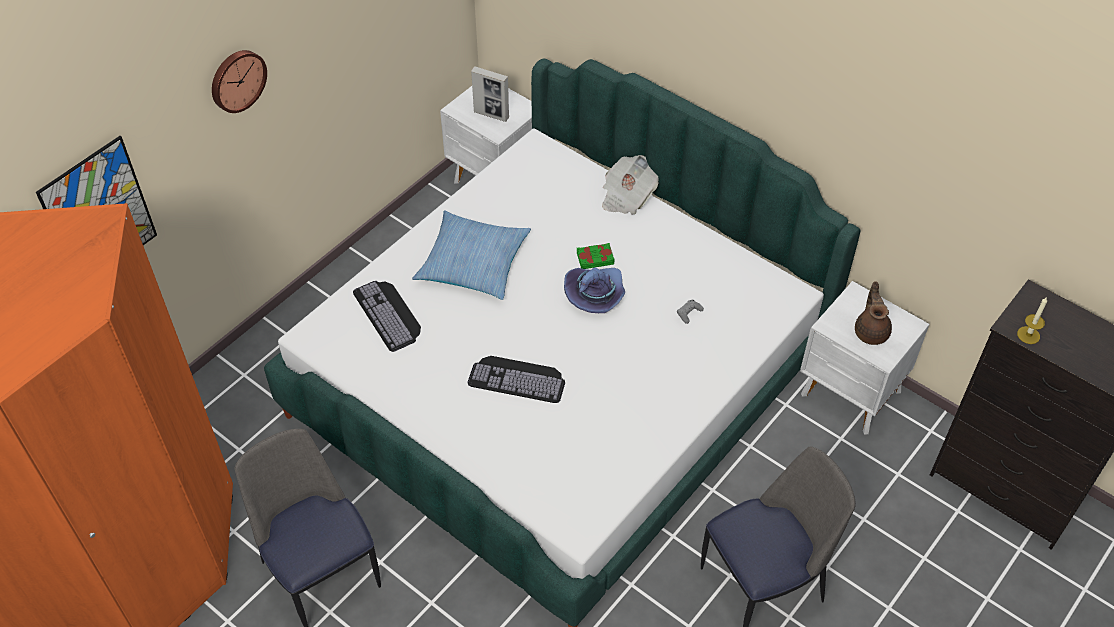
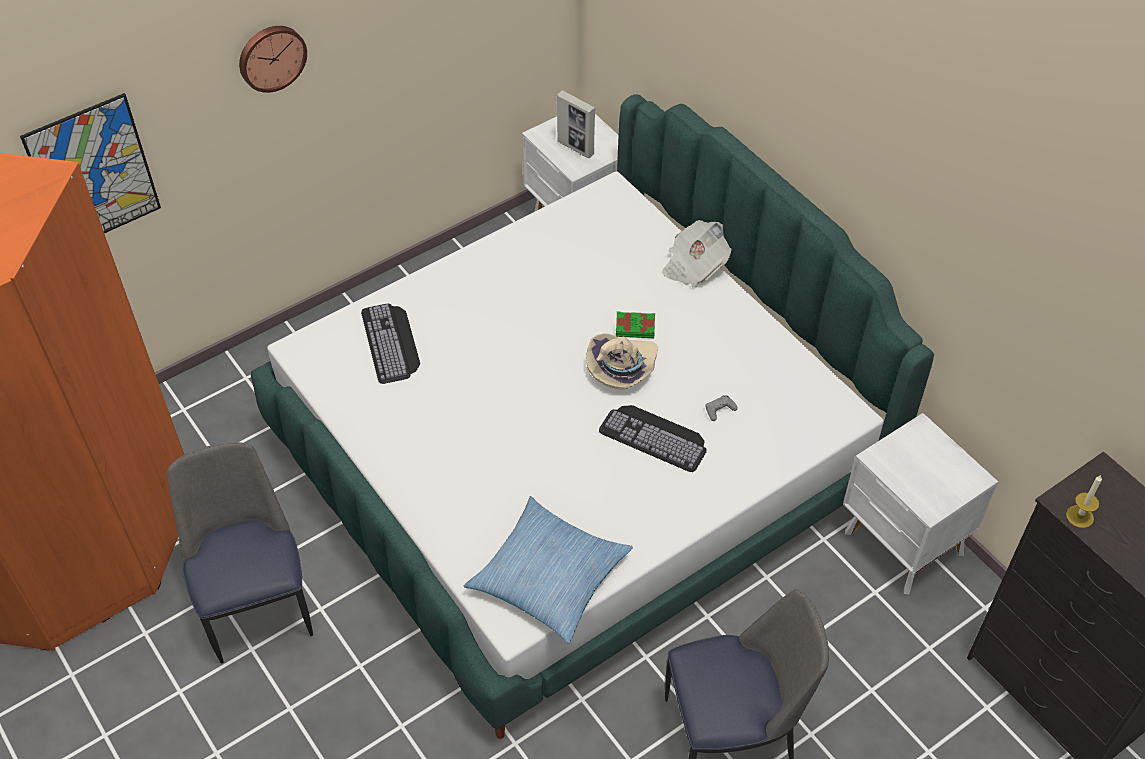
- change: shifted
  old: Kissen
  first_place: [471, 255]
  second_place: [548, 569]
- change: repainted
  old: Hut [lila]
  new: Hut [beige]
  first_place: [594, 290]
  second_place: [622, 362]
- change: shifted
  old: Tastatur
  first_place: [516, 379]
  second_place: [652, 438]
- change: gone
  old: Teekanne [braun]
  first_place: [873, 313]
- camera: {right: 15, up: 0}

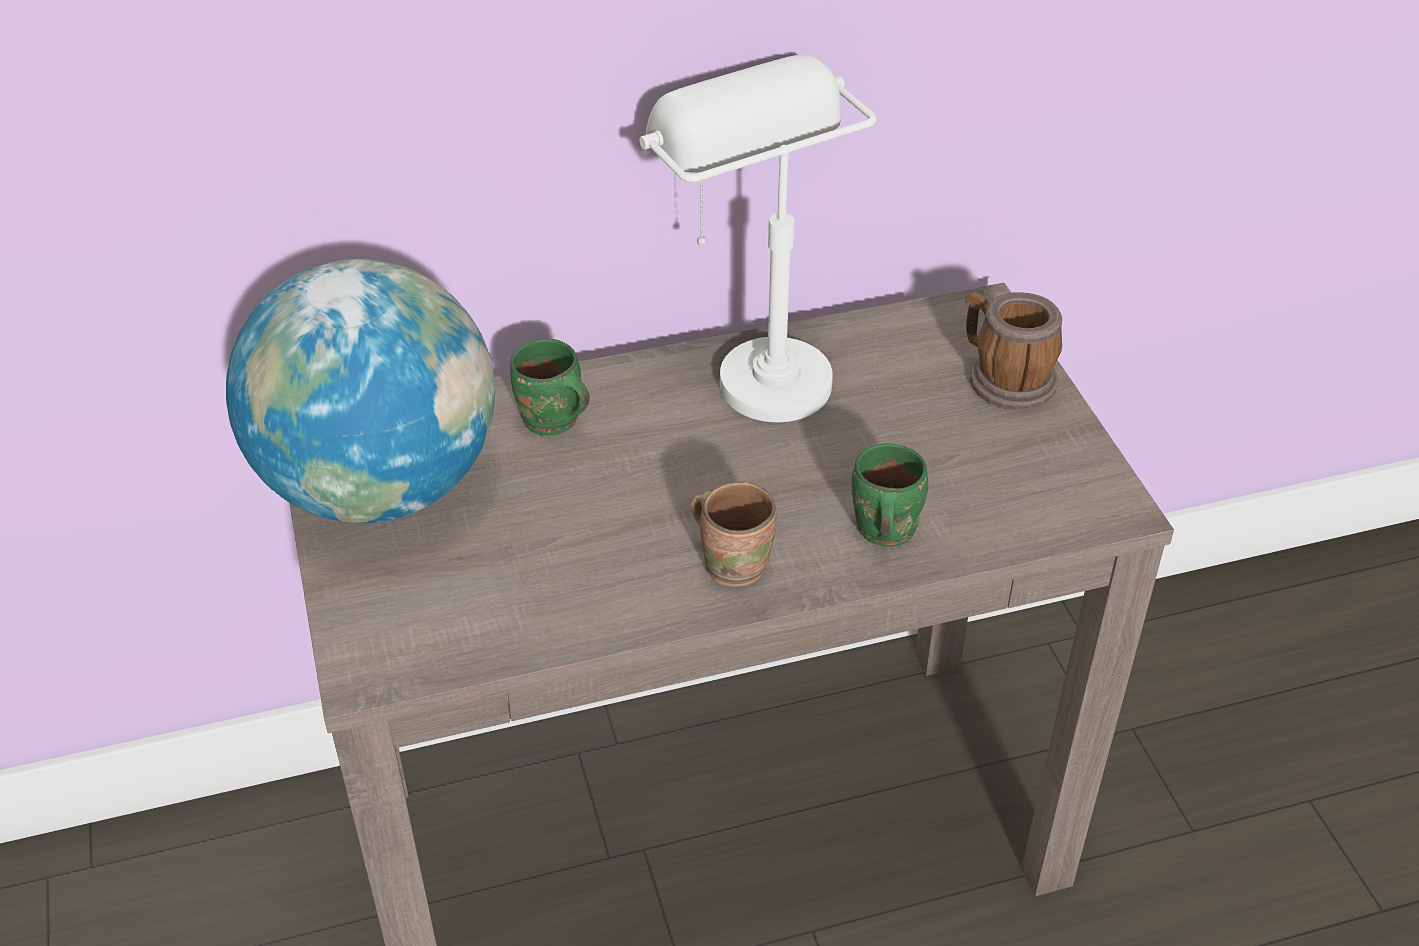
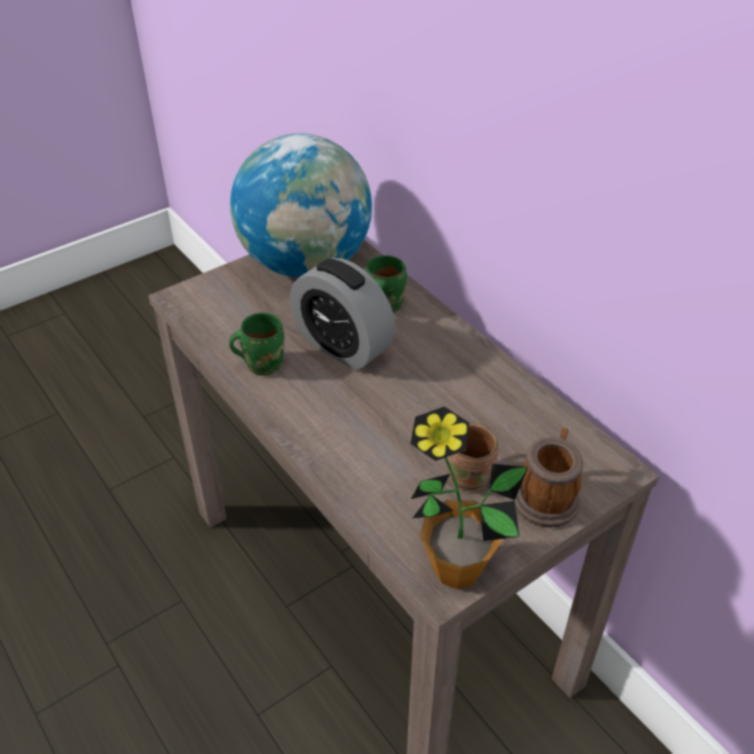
- change: shifted
  old: Henkelbecher [grün]
  first_place: [889, 495]
  second_place: [257, 344]
- change: new
  new: Wecker
  second_place: [343, 314]
- change: new
  new: Topfpflanze
  second_place: [469, 498]
- change: shifted
  old: Henkelbecher [braun]
  first_place: [733, 534]
  second_place: [472, 457]
- change: gone
  old: Tischlampe [weiß]
  first_place: [758, 238]
- camera: {right: 70, up: 0}

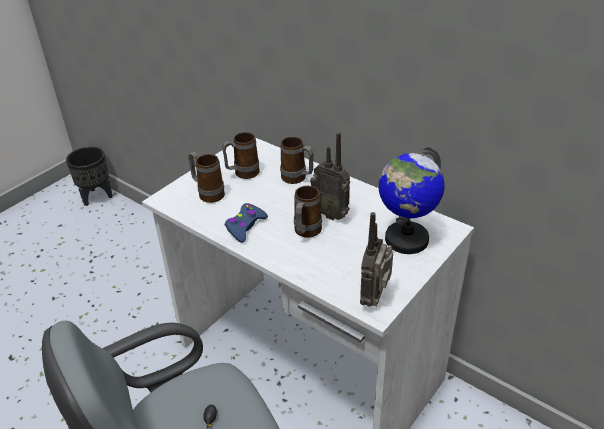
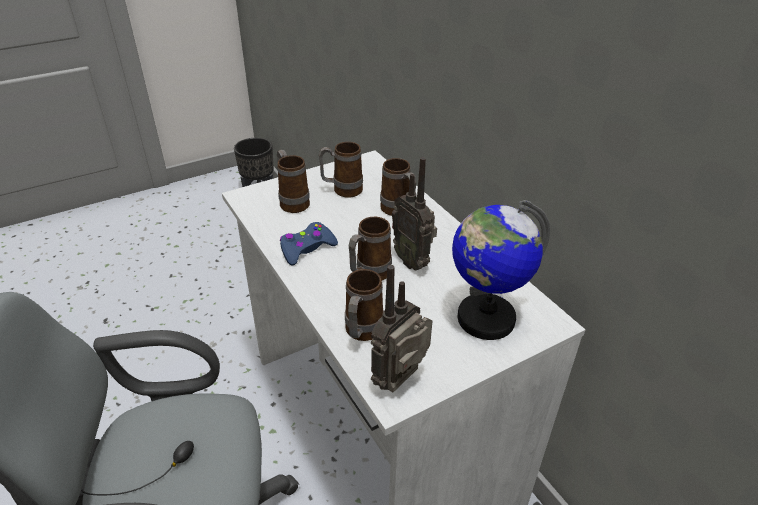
- change: new
  new: Henkelbecher
  second_place: [364, 305]
- camera: {right: 20, up: 0}

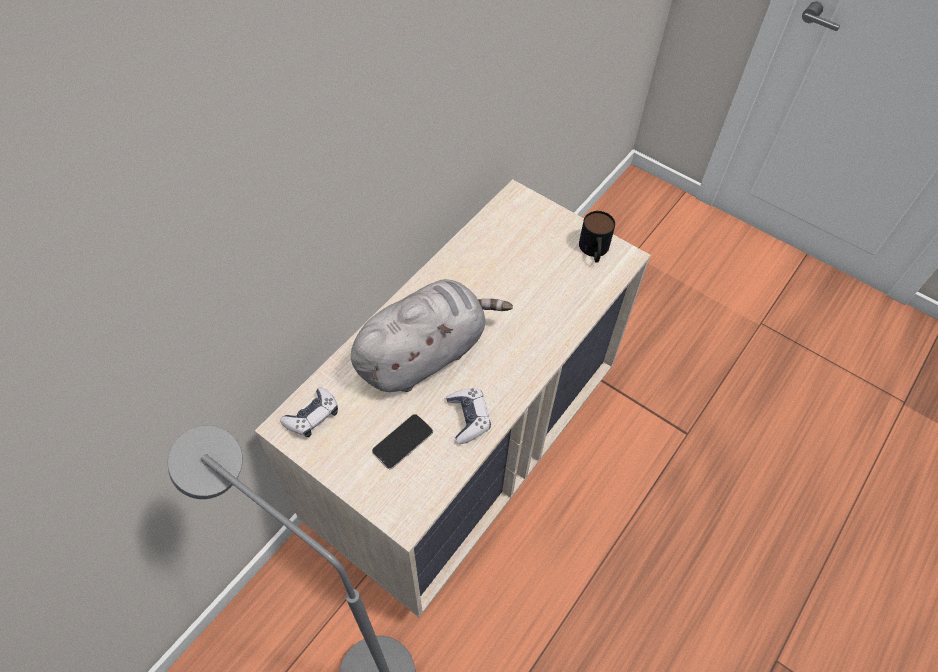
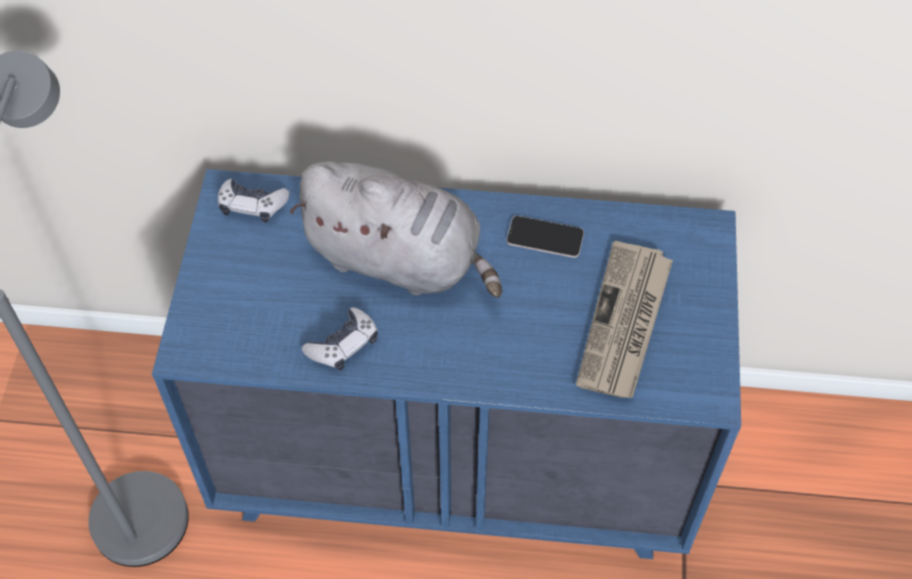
- change: repainted
  old: Kommode [beige]
  new: Kommode [blau]
  first_place: [453, 398]
  second_place: [446, 364]
- change: shifted
  old: Handy
  first_place: [402, 441]
  second_place: [545, 237]
- change: new
  new: Zeitung
  second_place: [624, 319]
- change: gone
  old: Henkelbecher
  first_place: [597, 236]
- camera: {right: 60, up: 0}

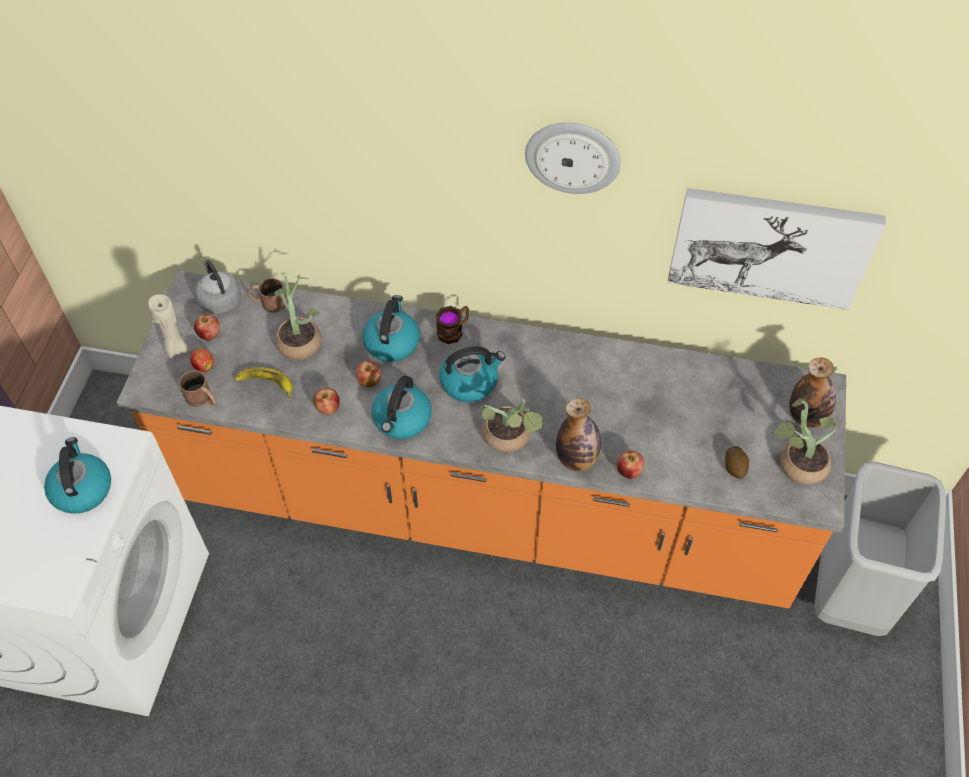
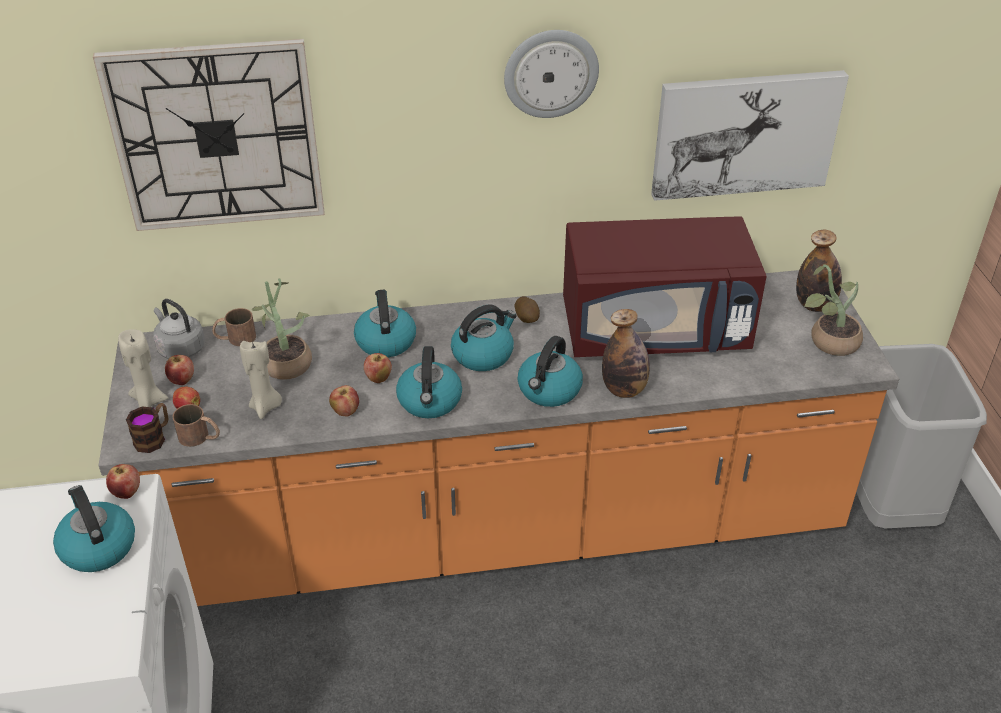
- change: new
  new: Wanduhr
  second_place: [209, 135]
- change: shifted
  old: Apfel
  first_place: [630, 465]
  second_place: [123, 481]
- change: shifted
  old: Henkelbecher
  first_place: [452, 325]
  second_place: [147, 428]
- change: swapped
  old: Banane
  new: Kerze [beige]
  first_place: [263, 382]
  second_place: [261, 380]
- change: shifted
  old: Kartoffel
  first_place: [737, 462]
  second_place: [527, 309]
- change: swapped
  old: Topfpflanze
  new: Wasserkessel
  first_place: [512, 426]
  second_place: [550, 371]
- change: new
  new: Mikrowelle [rot]
  second_place: [665, 286]
- camera: {right: -20, up: -15}

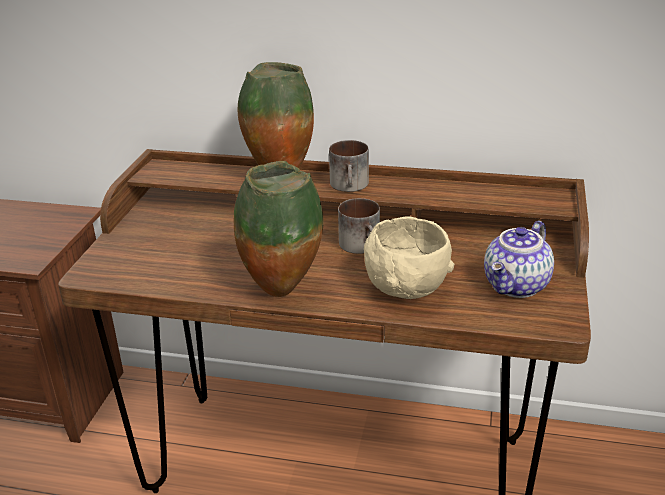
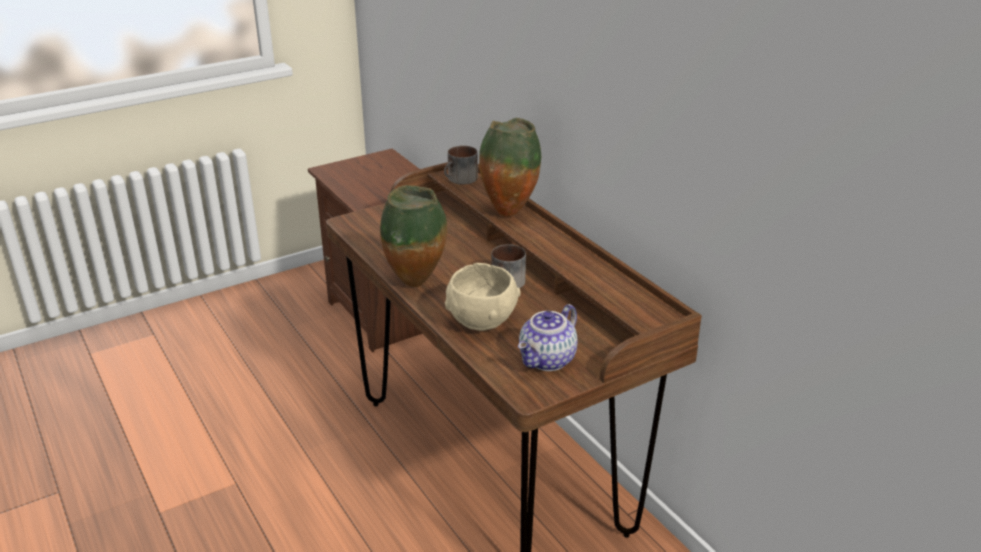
- change: shifted
  old: Henkelbecher
  first_place: [349, 166]
  second_place: [461, 165]
- change: rotated
  old: Teekanne
  first_place: [519, 259]
  second_place: [548, 337]
  degrees: -45
- camera: {right: 45, up: 0}

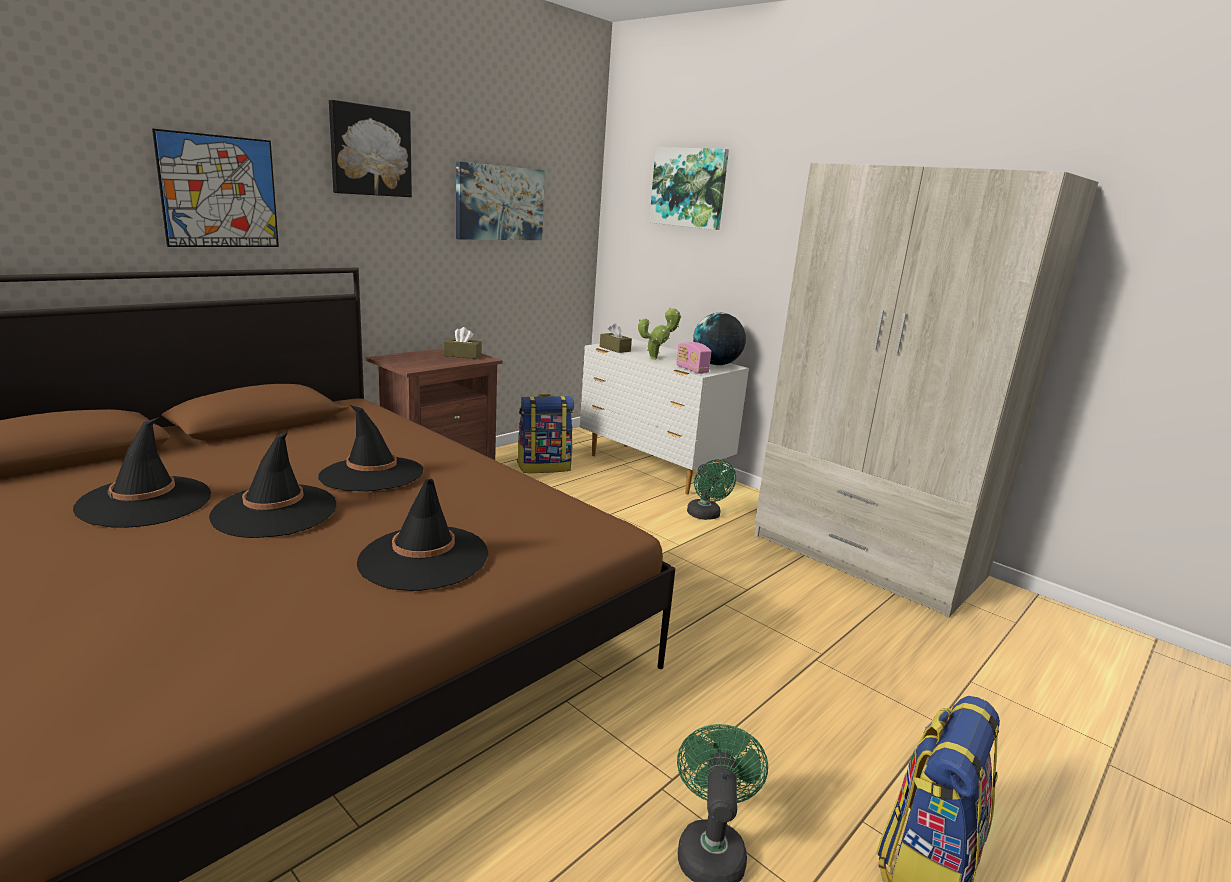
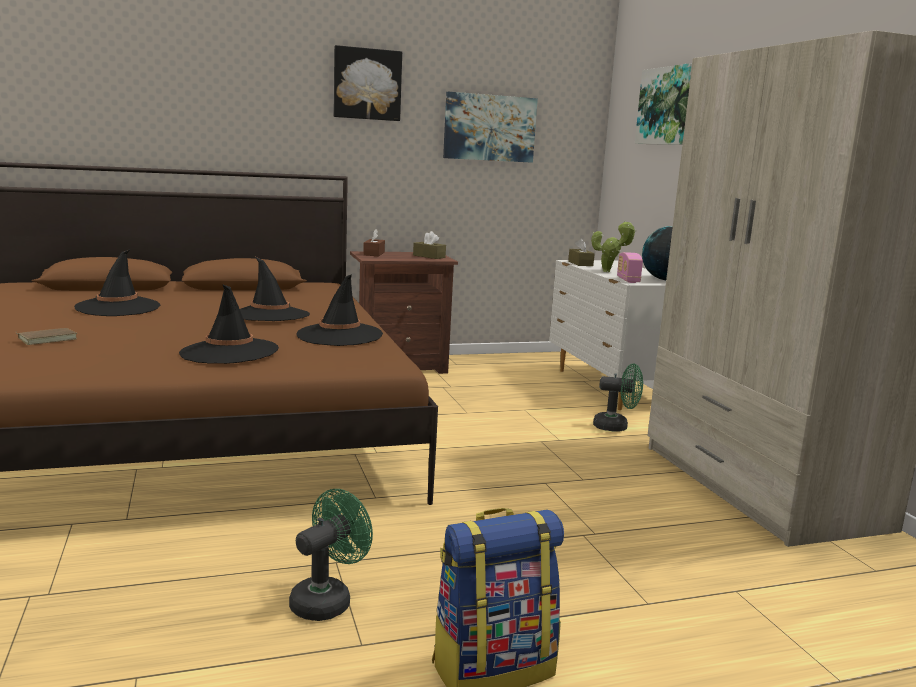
- change: new
  new: Buch [braun]
  second_place: [46, 336]
- change: shifted
  old: Hut [schwarz]
  first_place: [272, 485]
  second_place: [339, 310]
- change: new
  new: Taschentuchbox [braun]
  second_place: [374, 242]
- change: rotated
  old: Ventilator [grün]
  first_place: [711, 489]
  second_place: [618, 397]
  degrees: -90
- change: gone
  old: Bild
  first_place: [215, 188]
- change: gone
  old: Rucksack
  first_place: [545, 433]
- camera: {right: 30, up: -5}

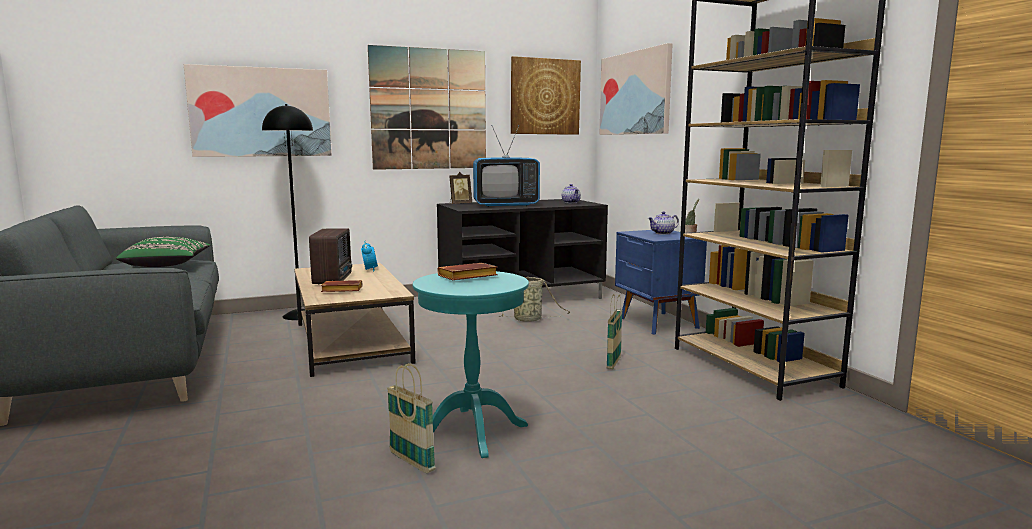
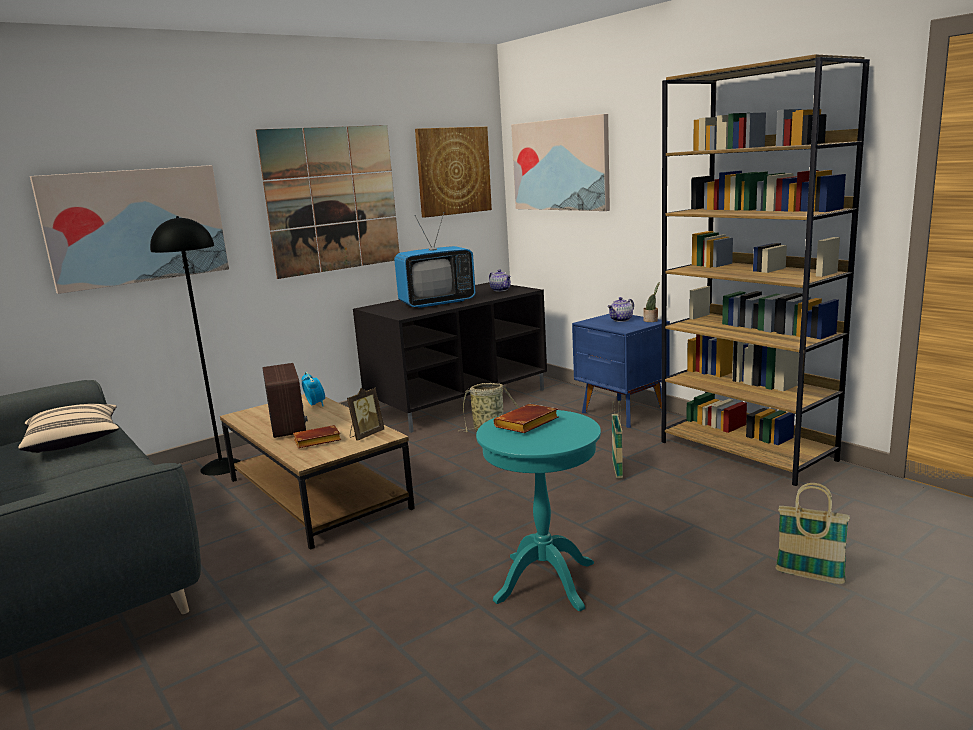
- change: repainted
  old: Kissen [grün]
  new: Kissen [beige]
  first_place: [163, 252]
  second_place: [68, 428]
- change: shifted
  old: Bilderrahmen
  first_place: [461, 188]
  second_place: [365, 414]
- change: shifted
  old: Korb
  first_place: [411, 418]
  second_place: [812, 533]
- camera: {right: -15, up: 5}

